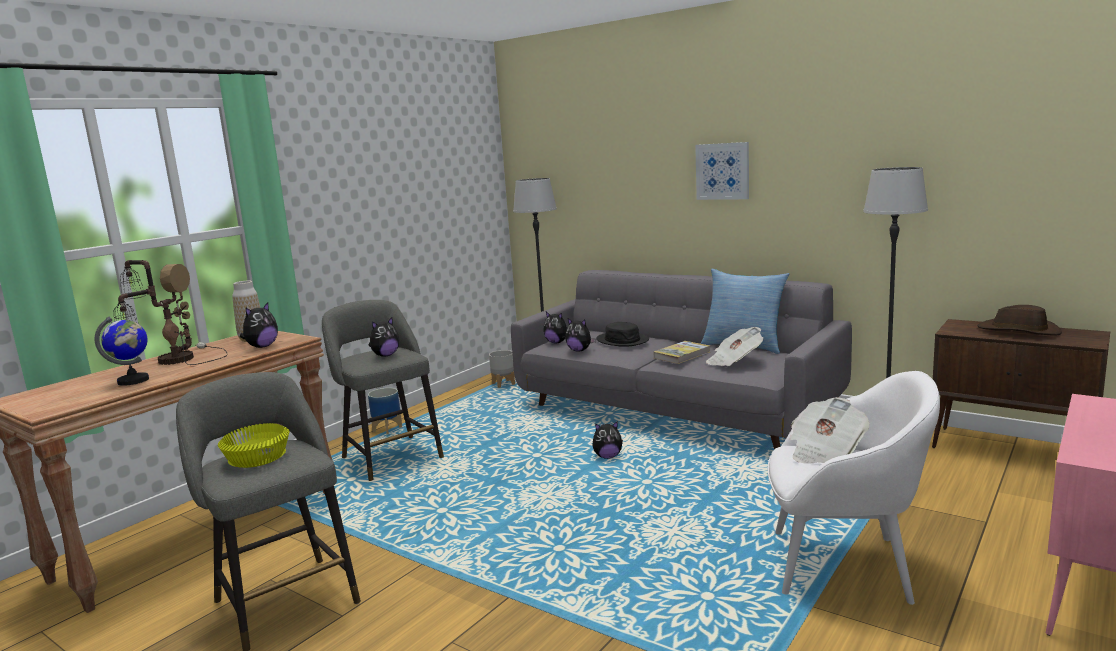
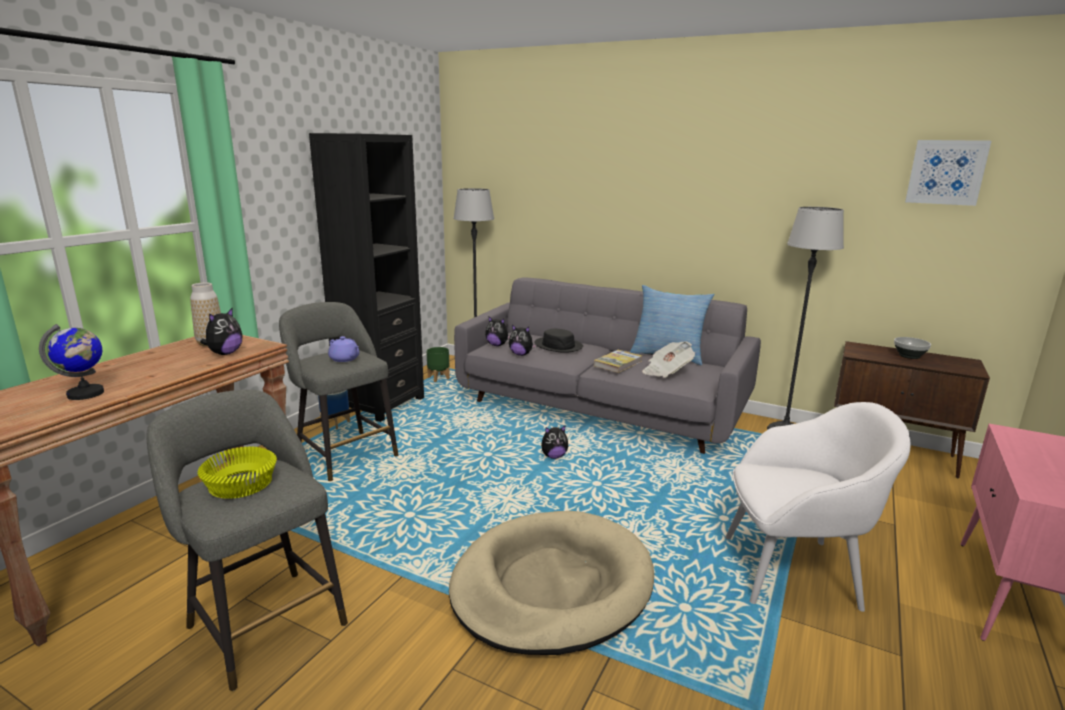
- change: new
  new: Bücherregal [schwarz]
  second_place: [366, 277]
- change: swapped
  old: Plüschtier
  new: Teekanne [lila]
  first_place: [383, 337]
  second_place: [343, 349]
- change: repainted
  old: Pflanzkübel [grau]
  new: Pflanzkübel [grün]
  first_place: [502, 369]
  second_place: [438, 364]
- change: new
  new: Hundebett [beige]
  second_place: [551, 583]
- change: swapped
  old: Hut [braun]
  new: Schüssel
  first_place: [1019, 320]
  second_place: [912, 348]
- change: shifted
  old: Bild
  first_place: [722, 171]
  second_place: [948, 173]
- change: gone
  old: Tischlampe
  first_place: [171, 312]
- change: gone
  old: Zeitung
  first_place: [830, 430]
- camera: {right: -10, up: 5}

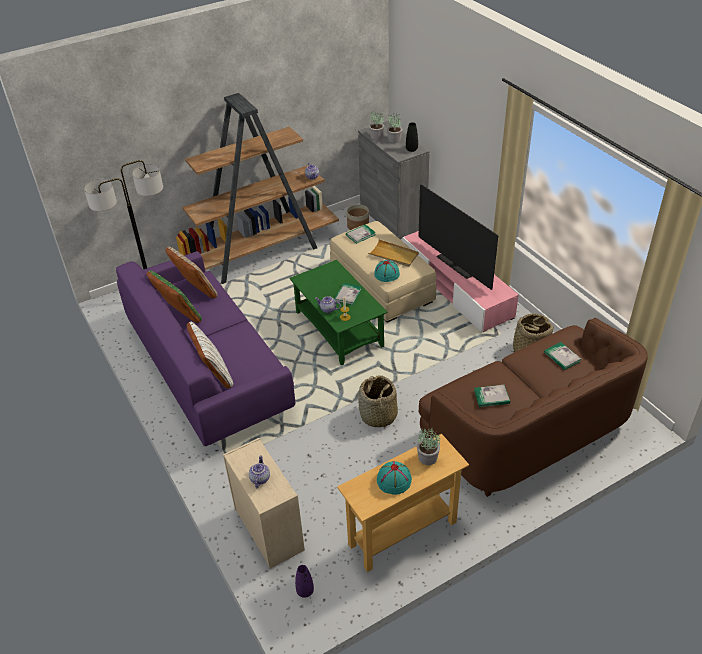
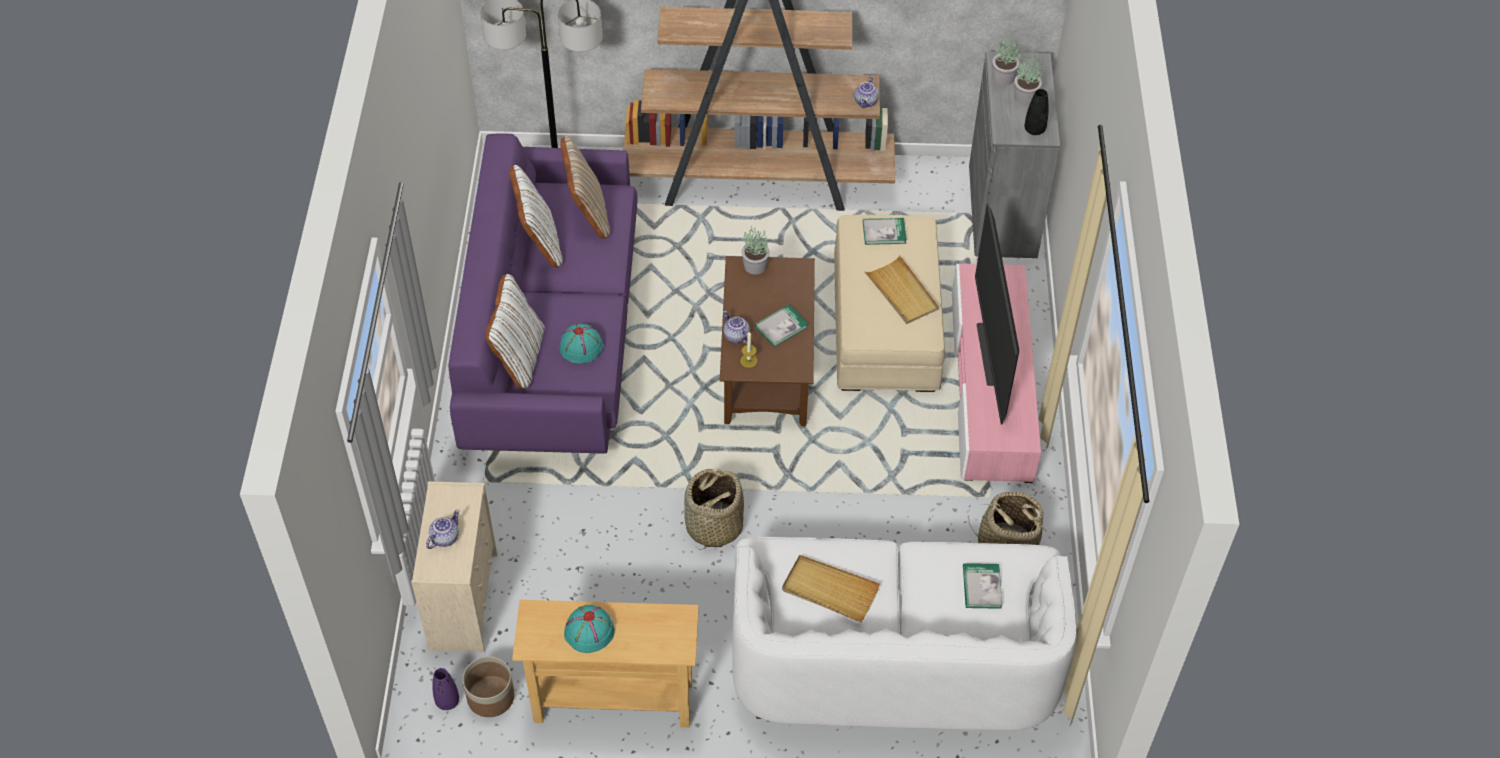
- change: shifted
  old: Pflanzkübel
  first_place: [358, 217]
  second_place: [488, 686]
- change: repainted
  old: Kissen [grün]
  new: Kissen [weiß]
  first_place: [174, 296]
  second_place: [536, 216]
- change: shifted
  old: Hut [türkis]
  first_place: [387, 271]
  second_place: [581, 343]
- change: repainted
  old: Couchtisch [grün]
  new: Couchtisch [braun]
  first_place: [338, 313]
  second_place: [767, 341]
- change: repainted
  old: Sofa [braun]
  new: Sofa [weiß]
  first_place: [533, 407]
  second_place: [904, 634]
- change: shifted
  old: Topfpflanze
  first_place: [428, 445]
  second_place: [756, 250]
- change: swapped
  old: Buch
  new: Tablett [beige]
  first_place: [492, 396]
  second_place: [831, 589]
- camera: {right: 30, up: 10}

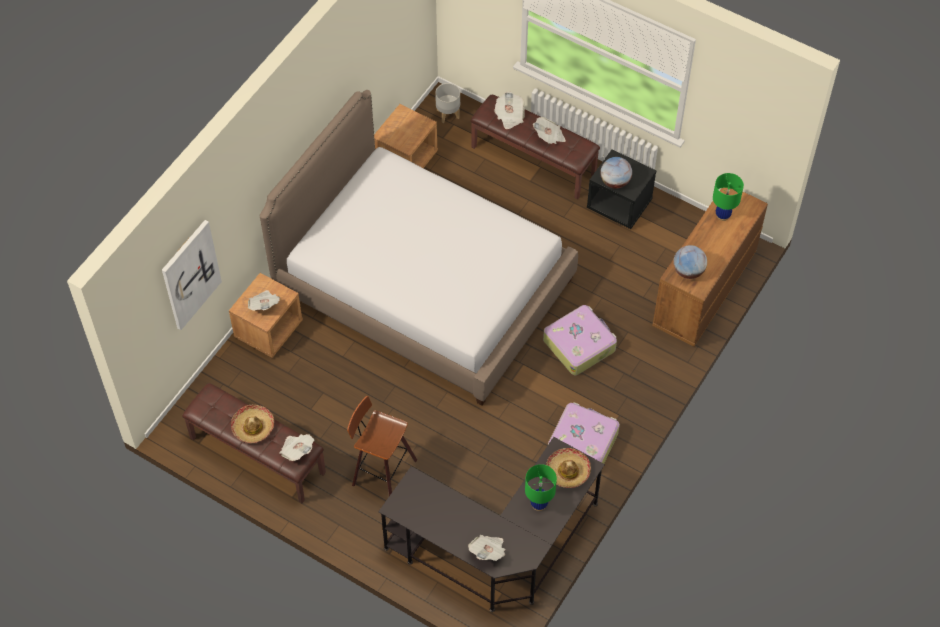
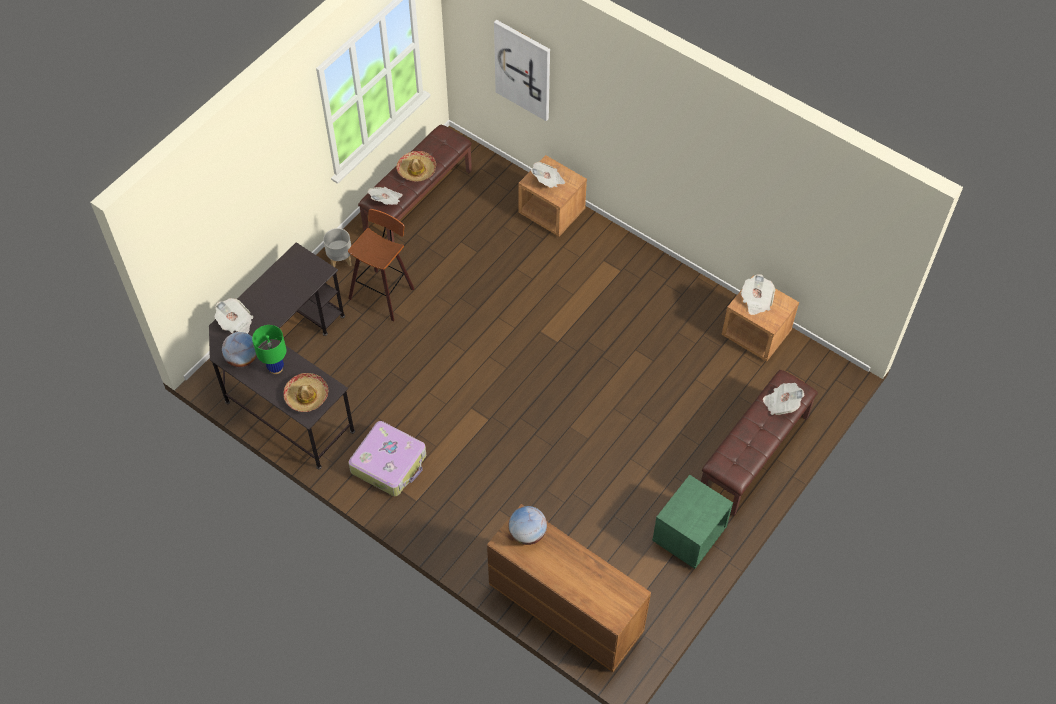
- change: shifted
  old: Globus
  first_place: [616, 173]
  second_place: [239, 349]
- change: shifted
  old: Pflanzkübel [grau]
  first_place: [447, 103]
  second_place: [337, 247]
- change: repainted
  old: Nachttisch [schwarz]
  new: Nachttisch [grün]
  first_place: [621, 189]
  second_place: [692, 522]
- change: shifted
  old: Zeitung
  first_place: [549, 130]
  second_place: [758, 294]
- change: gone
  old: Bett
  first_place: [419, 247]
- change: gone
  old: Koffer
  first_place: [580, 340]
- change: gone
  old: Tischlampe [grün]
  first_place: [728, 197]
- camera: {right: 95, up: 0}

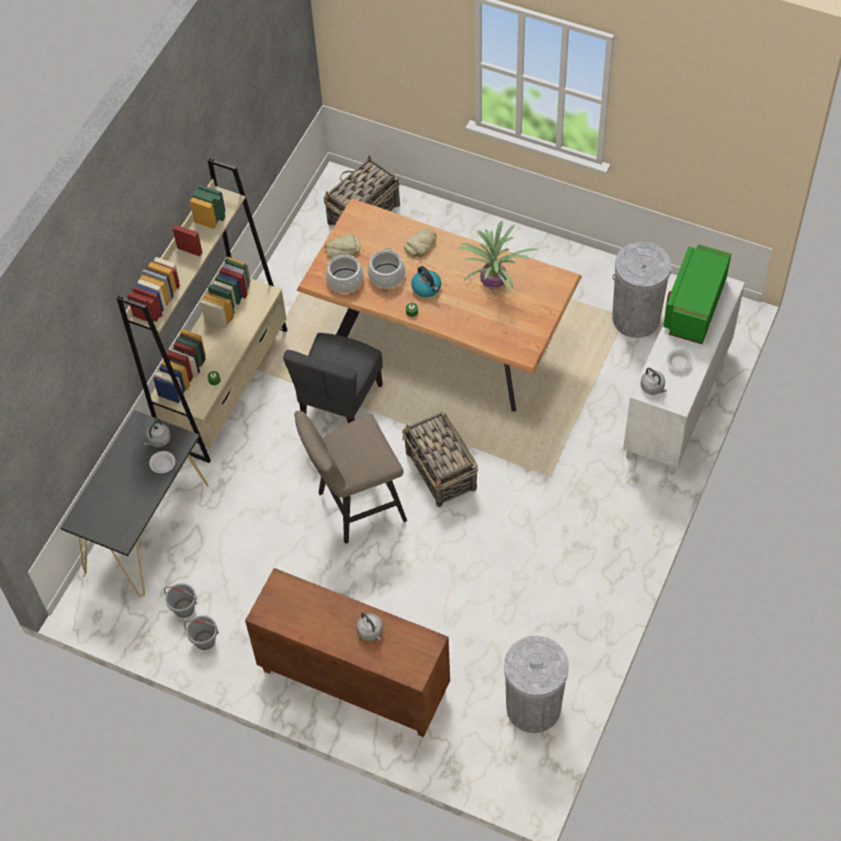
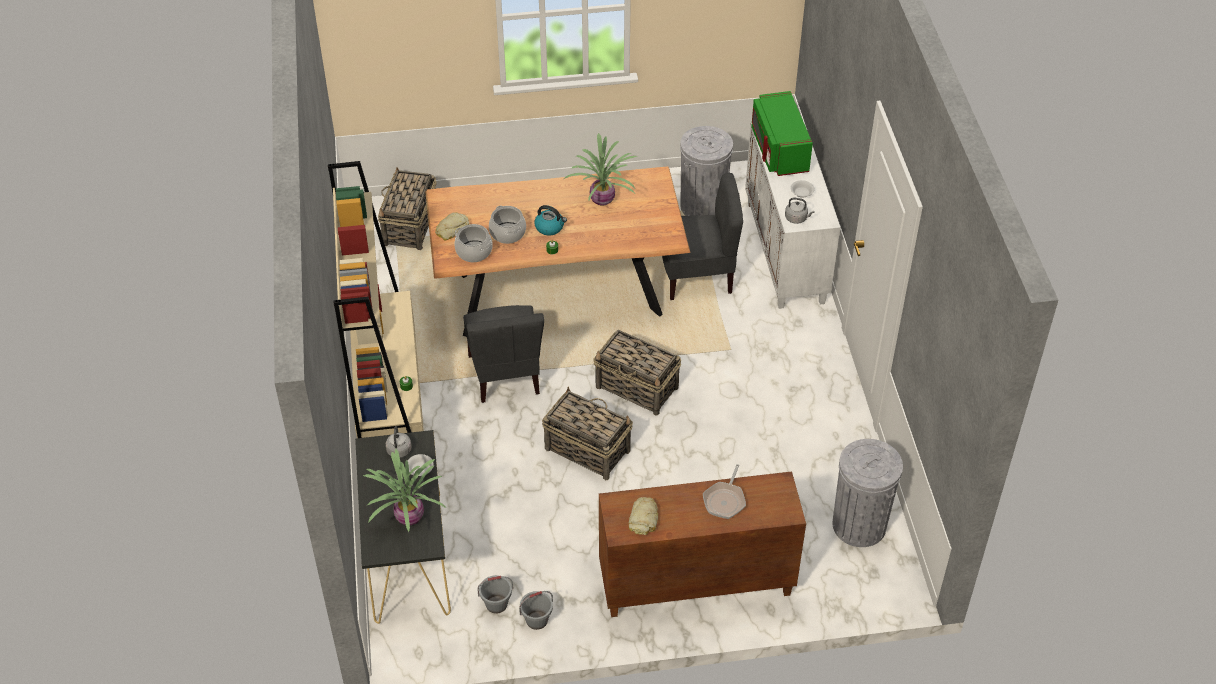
- change: new
  new: Topfpflanze
  second_place: [404, 490]
- change: swapped
  old: Hocker [beige]
  new: Korb
  first_place: [350, 477]
  second_place: [587, 433]
- change: shifted
  old: Brot
  first_place: [420, 242]
  second_place: [643, 516]
- change: new
  new: Stuhl [grau]
  second_place: [702, 236]
- change: swapped
  old: Wasserkessel [grau]
  new: Pfanne
  first_place: [369, 626]
  second_place: [724, 491]
- camera: {right: -35, up: -10}

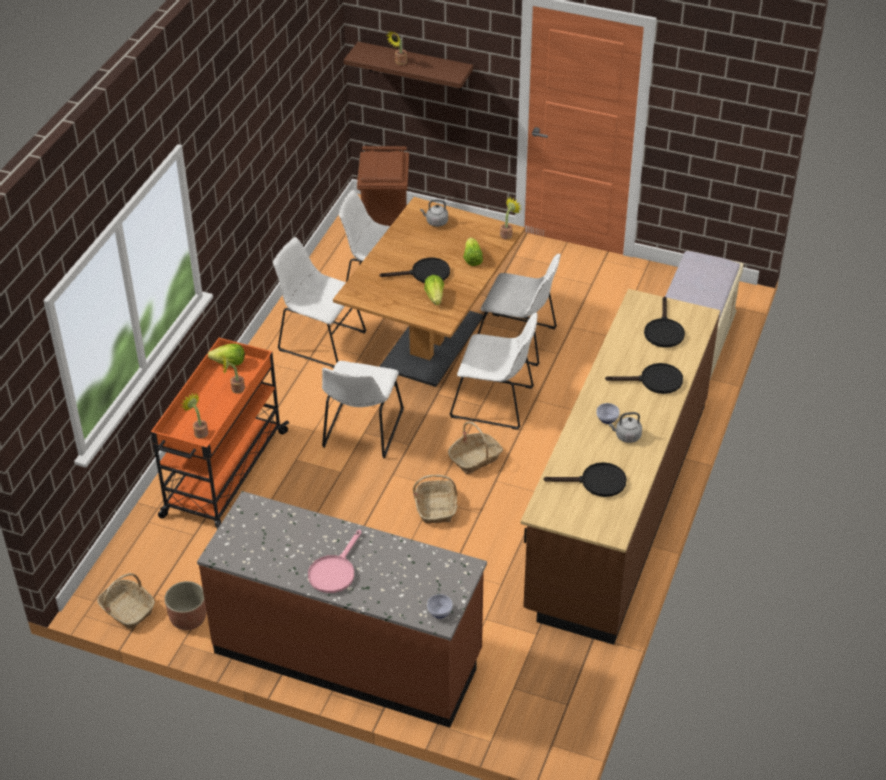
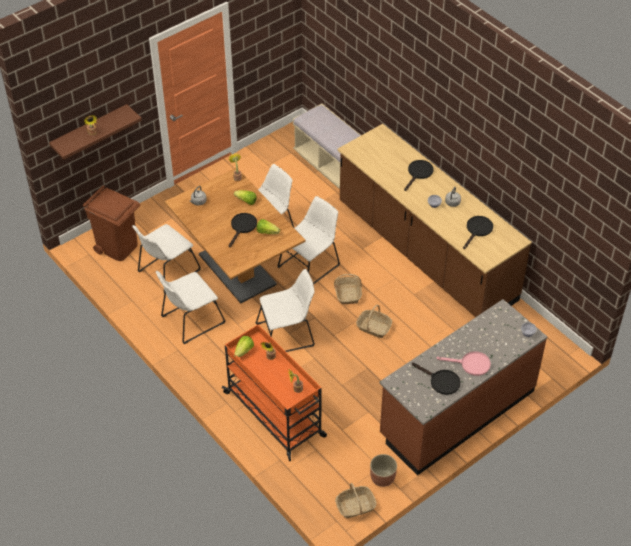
- change: rotated
  old: Stuhl [weiß]
  first_place: [363, 409]
  second_place: [285, 310]
  degrees: -60
- change: shifted
  old: Pfanne [schwarz]
  first_place: [664, 322]
  second_place: [436, 379]
- change: rotated
  old: Pfanne [rosa]
  first_place: [334, 561]
  second_place: [463, 363]
  degrees: -45
- camera: {right: -60, up: 5}

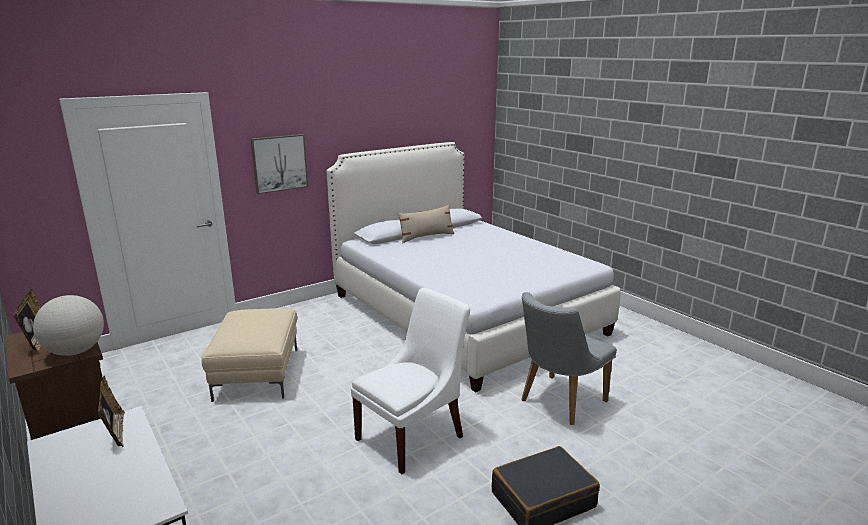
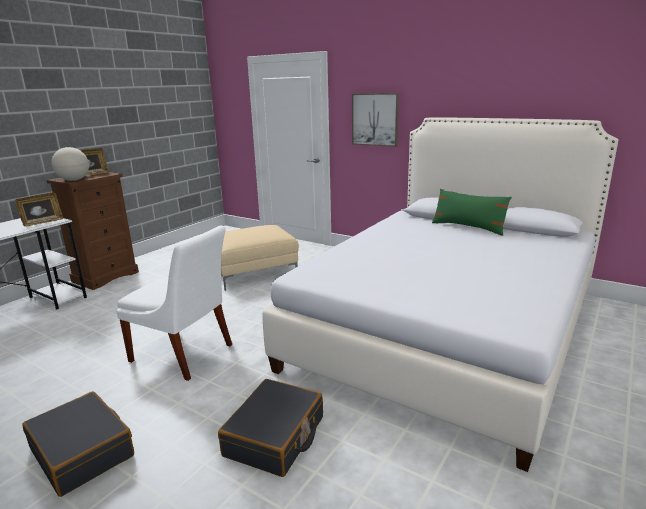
- change: swapped
  old: Stuhl [grau]
  new: Koffer [schwarz]
  first_place: [569, 358]
  second_place: [270, 428]
- change: repainted
  old: Kissen [beige]
  new: Kissen [grün]
  first_place: [426, 224]
  second_place: [472, 212]
- camera: {right: 70, up: 0}

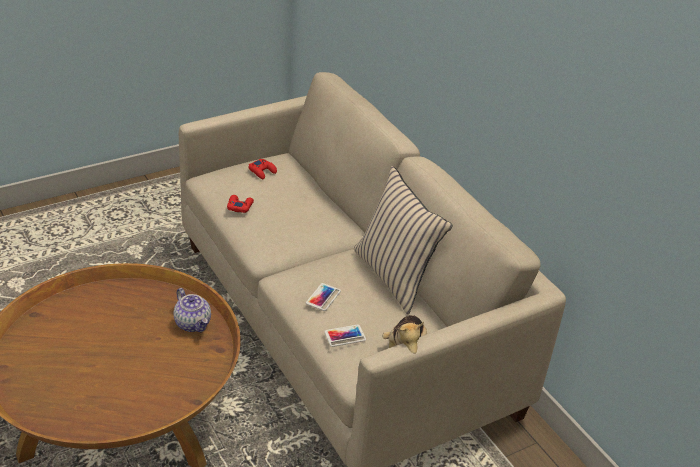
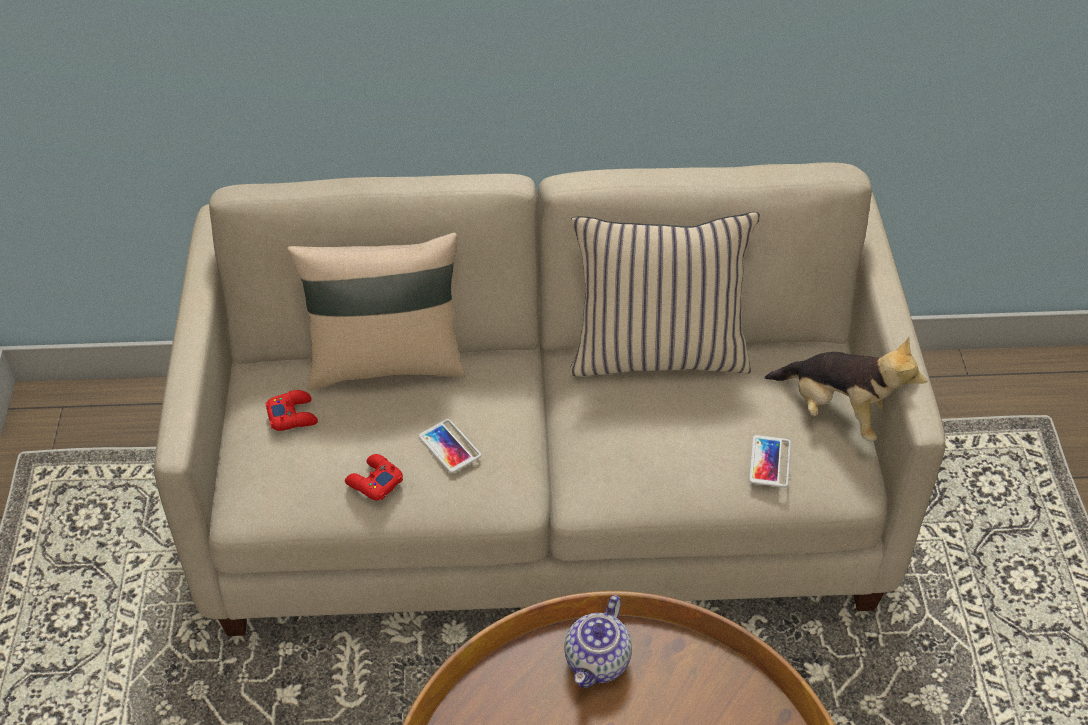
- change: new
  new: Kissen [beige]
  second_place: [376, 311]
- change: shifted
  old: Handy
  first_place: [323, 297]
  second_place: [450, 446]
- change: rotated
  old: Teekanne
  first_place: [192, 310]
  second_place: [598, 641]
  degrees: 120
- camera: {right: -60, up: 10}

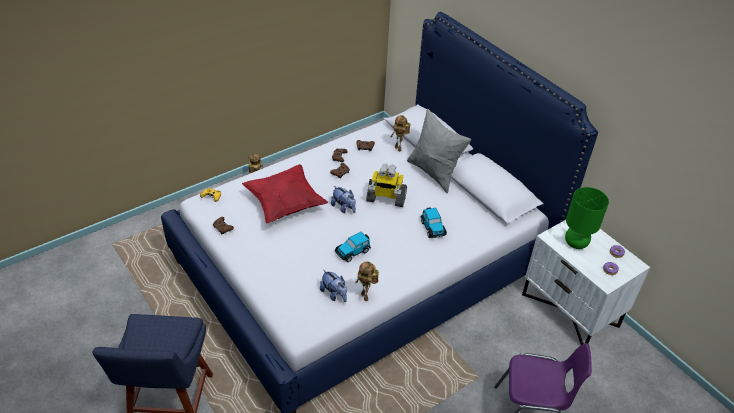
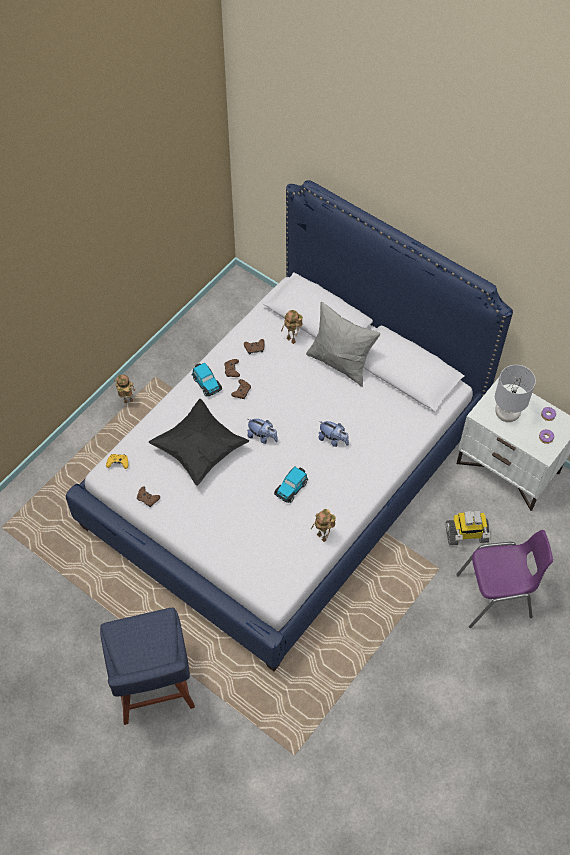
- change: repainted
  old: Kissen [rot]
  new: Kissen [schwarz]
  first_place: [285, 194]
  second_place: [199, 442]
- change: shifted
  old: Spielzeugauto
  first_place: [434, 222]
  second_place: [207, 380]
- change: shifted
  old: Plüschtier
  first_place: [333, 286]
  second_place: [333, 434]
- change: shifted
  old: Spielzeugroboter
  first_place: [386, 185]
  second_place: [468, 527]
- change: repainted
  old: Tischlampe [grün]
  new: Tischlampe [grau]
  first_place: [587, 218]
  second_place: [515, 393]
- camera: {right: -15, up: 15}

